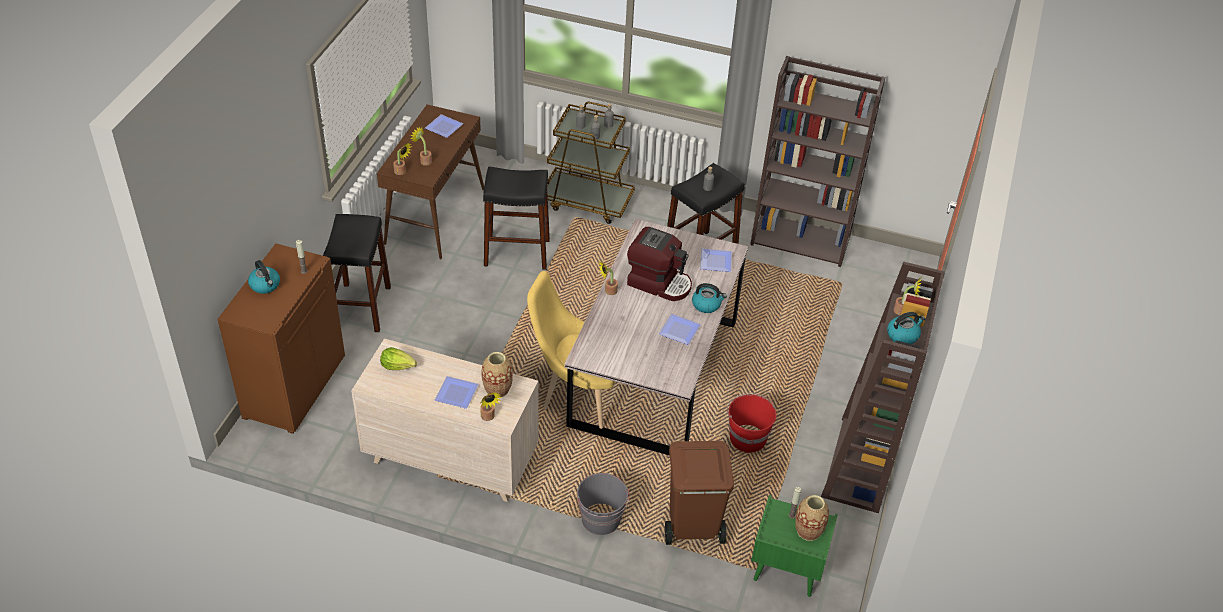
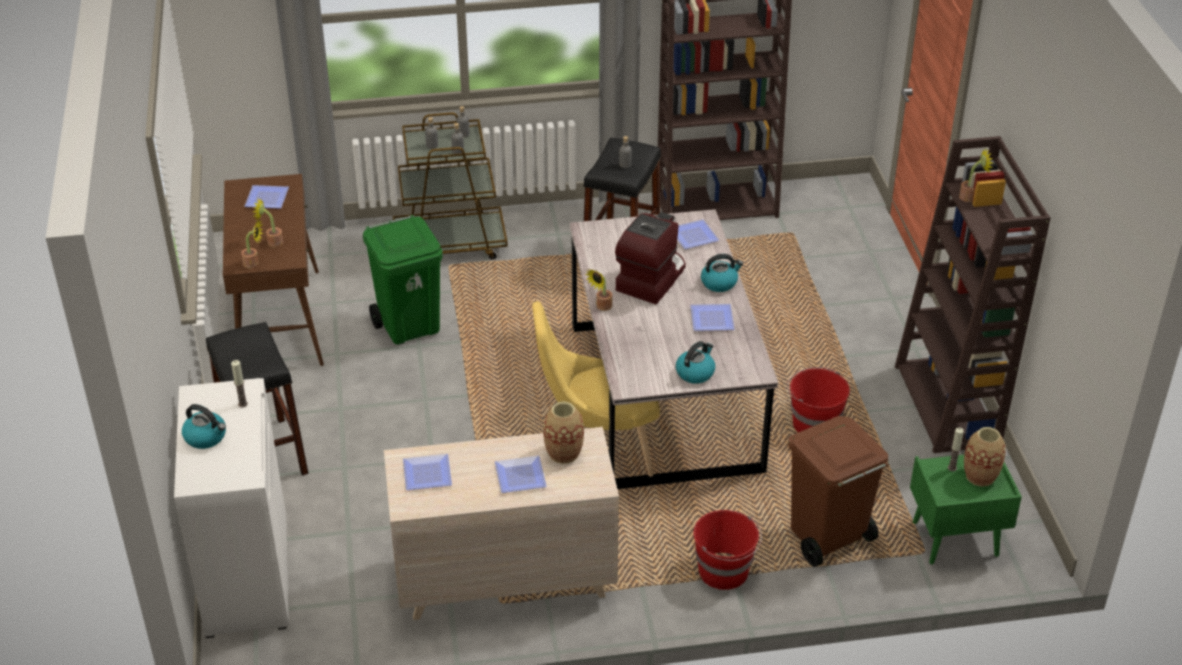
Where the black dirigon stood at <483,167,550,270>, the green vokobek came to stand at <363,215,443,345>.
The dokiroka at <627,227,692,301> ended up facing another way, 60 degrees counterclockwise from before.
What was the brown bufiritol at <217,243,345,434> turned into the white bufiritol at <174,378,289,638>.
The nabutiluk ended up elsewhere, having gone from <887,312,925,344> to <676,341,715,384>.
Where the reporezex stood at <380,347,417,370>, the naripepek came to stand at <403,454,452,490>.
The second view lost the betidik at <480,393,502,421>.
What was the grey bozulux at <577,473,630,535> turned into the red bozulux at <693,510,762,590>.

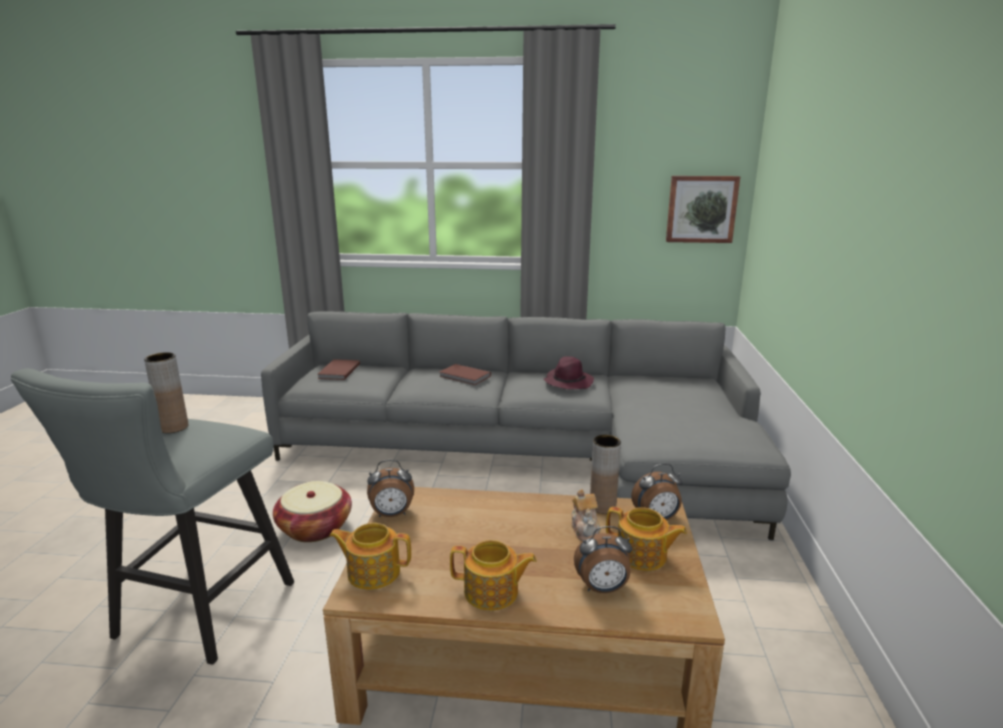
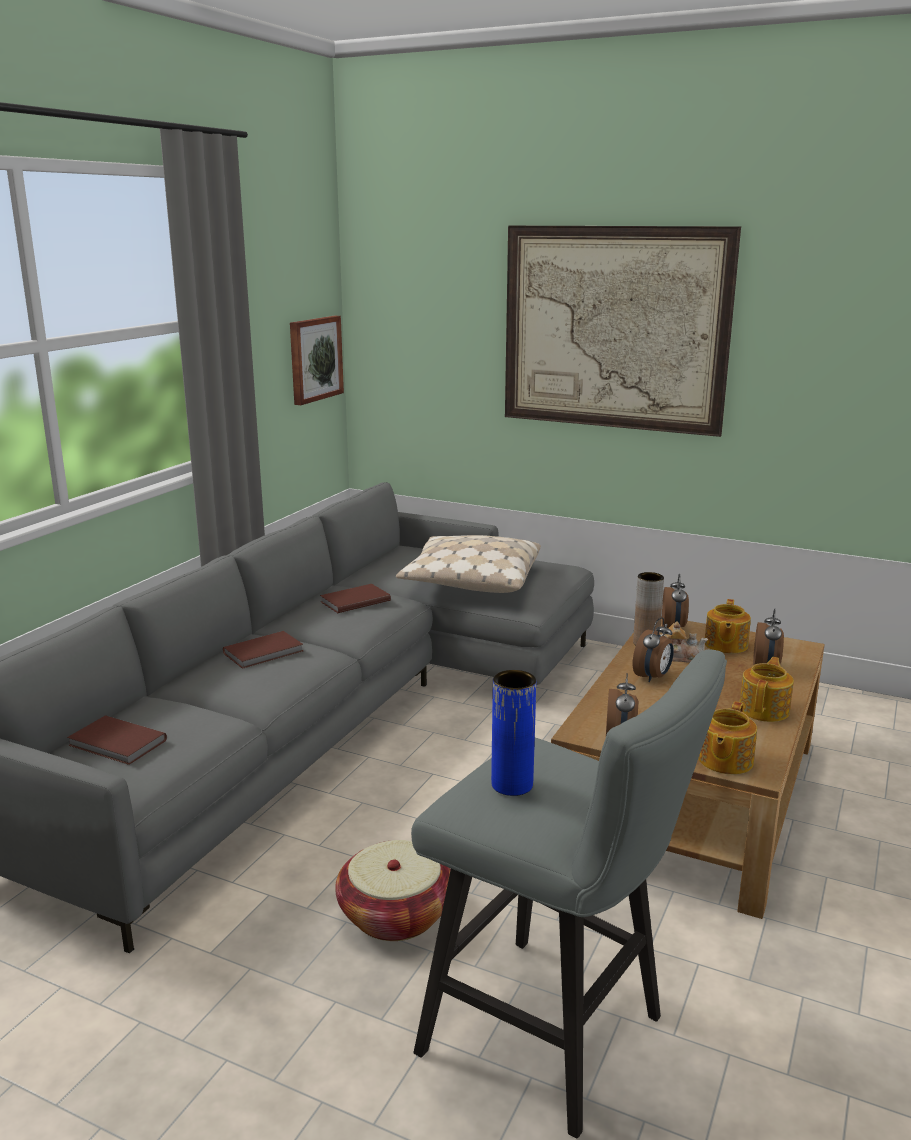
What was the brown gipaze at <144,352,189,433> turned into the blue gipaze at <491,670,536,796>.
Where the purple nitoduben stood at <544,356,594,389>, the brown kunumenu came to stand at <320,584,391,613>.
The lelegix at <606,507,687,571> ended up facing another way, 150 degrees clockwise from before.
The second view gained the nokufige at <505,226,741,437>.
The second view gained the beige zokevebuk at <396,535,541,593>.
The second view gained the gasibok at <633,617,674,682>.

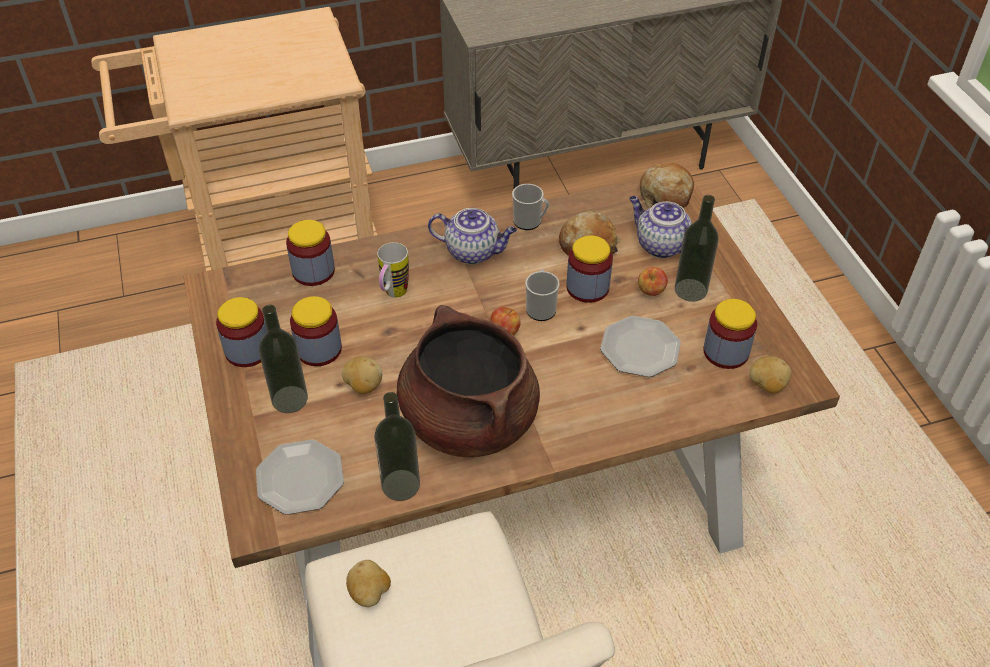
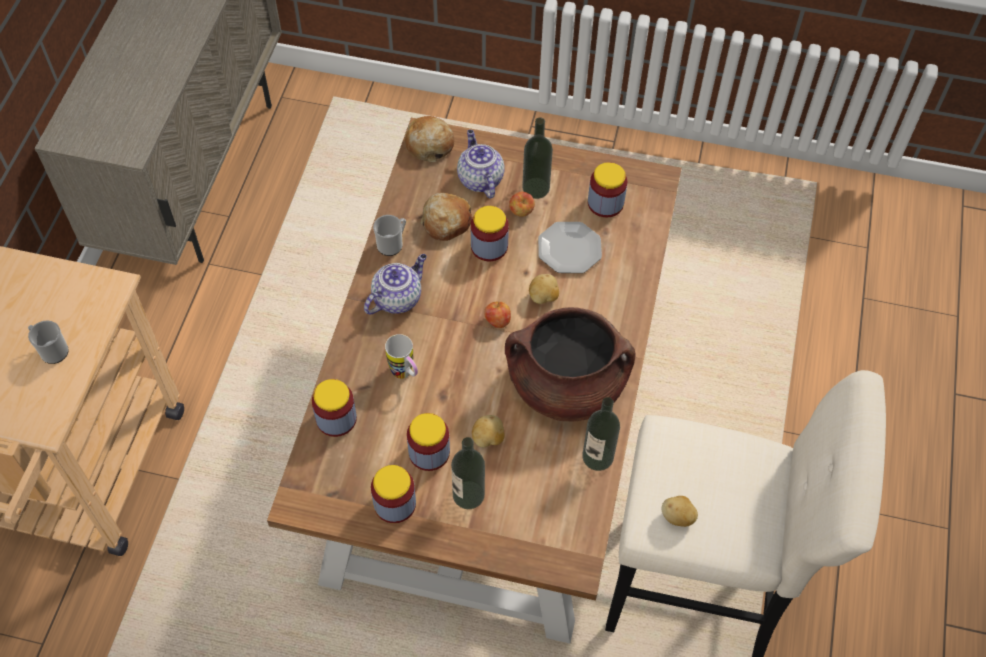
The lelegix at <629,196,692,259> ended up facing another way, 90 degrees clockwise from before.
The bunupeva ended up elsewhere, having gone from <525,269,560,321> to <28,320,69,364>.
The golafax ended up elsewhere, having gone from <750,356,792,393> to <529,274,559,304>.
The second view lost the naripepek at <256,439,344,515>.

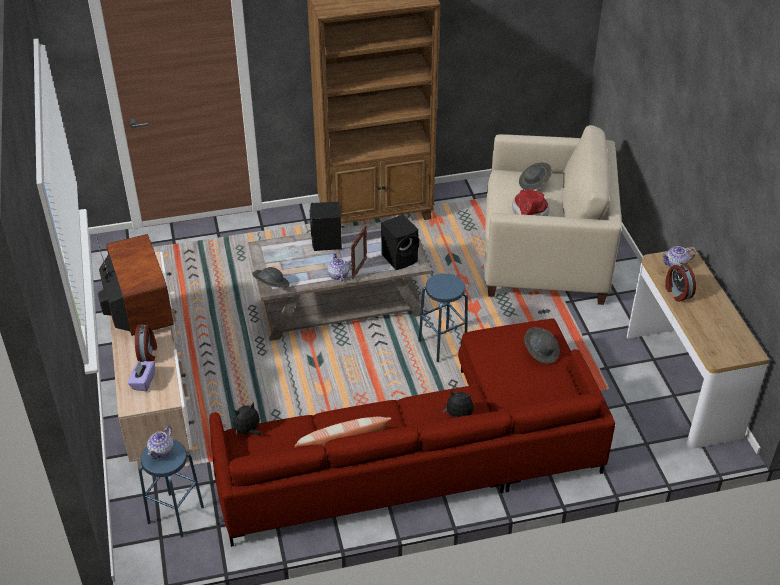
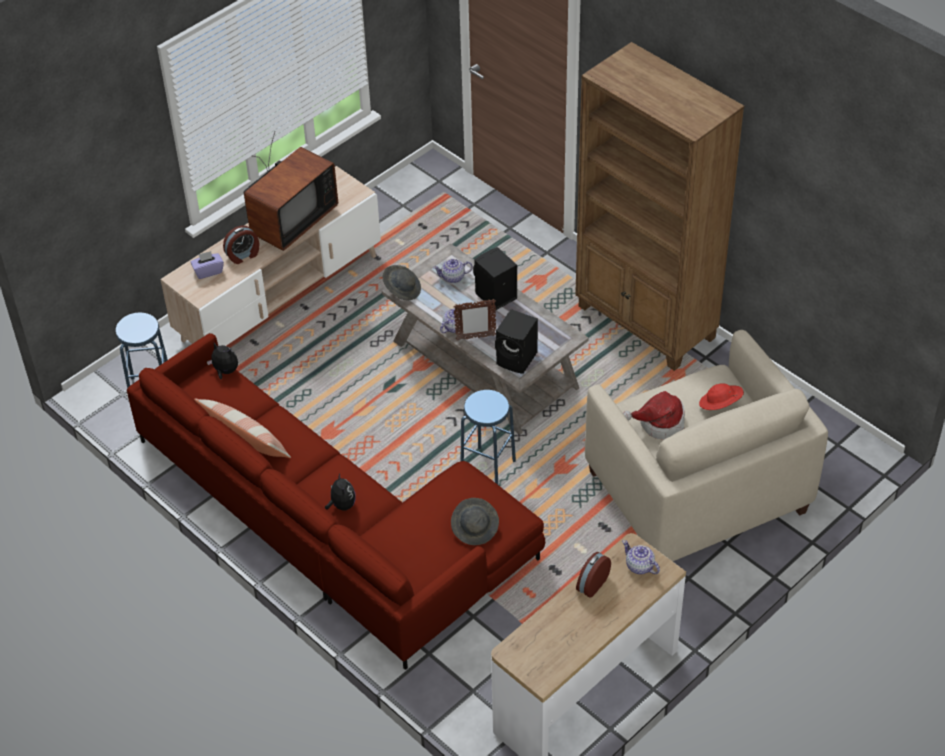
What was the grey nitoduben at <519,163,552,190> turned into the red nitoduben at <699,383,744,410>.
The lelegix ended up elsewhere, having gone from <147,425,174,459> to <433,259,473,283>.

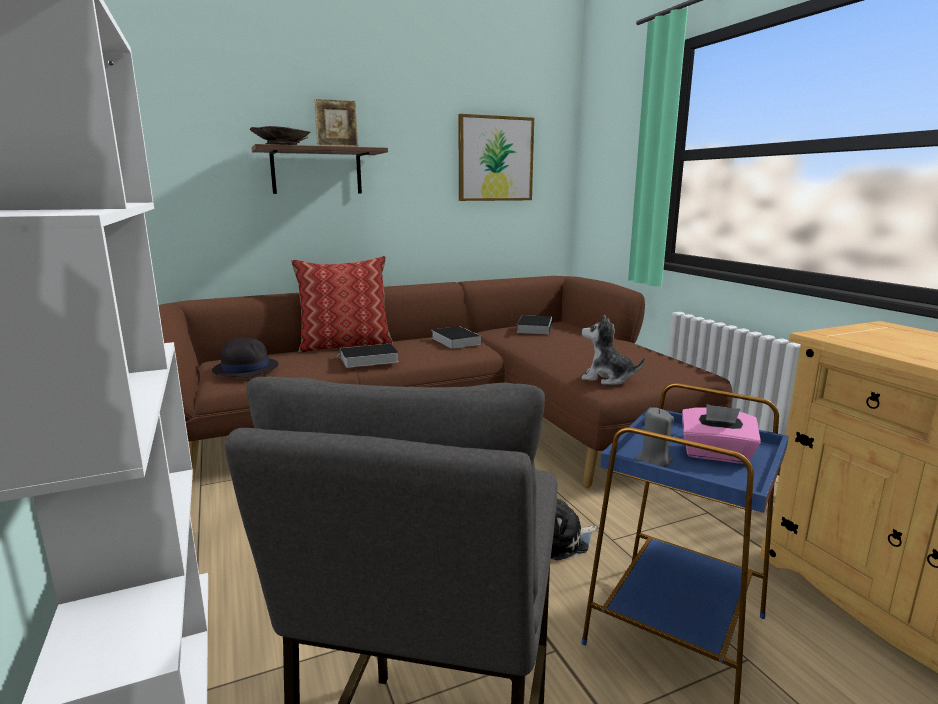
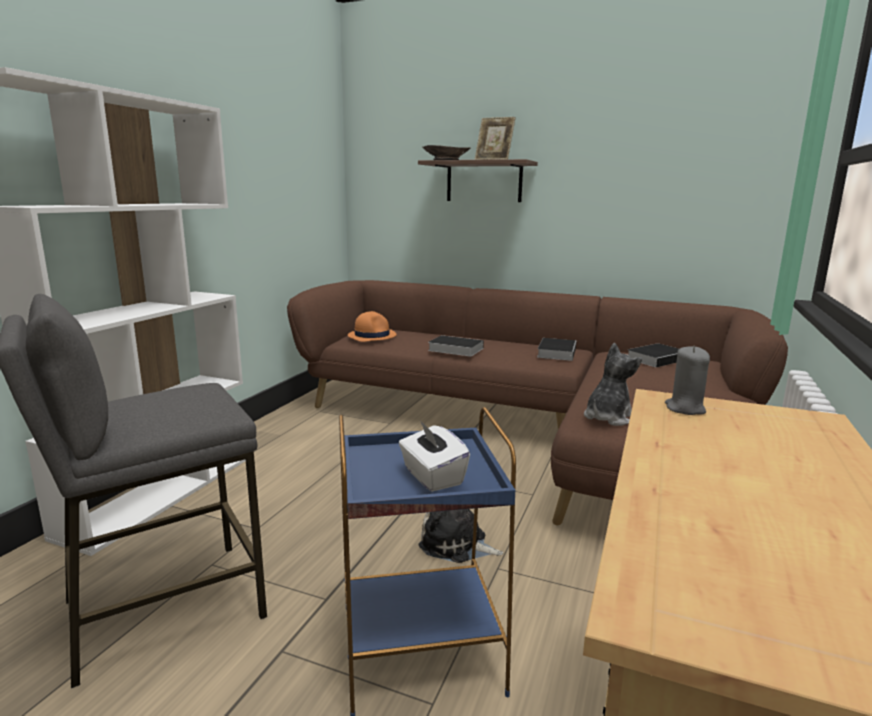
The second view lost the nokufige at <458,114,534,201>.
The second view lost the zokevebuk at <291,256,393,353>.
The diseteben at <581,314,645,385> ended up facing another way, 60 degrees clockwise from before.
What was the black nitoduben at <212,337,279,378> turned into the orange nitoduben at <348,311,397,342>.
What was the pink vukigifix at <682,404,761,464> turned into the white vukigifix at <399,420,470,492>.
The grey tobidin ended up elsewhere, having gone from <635,407,674,467> to <665,346,710,415>.

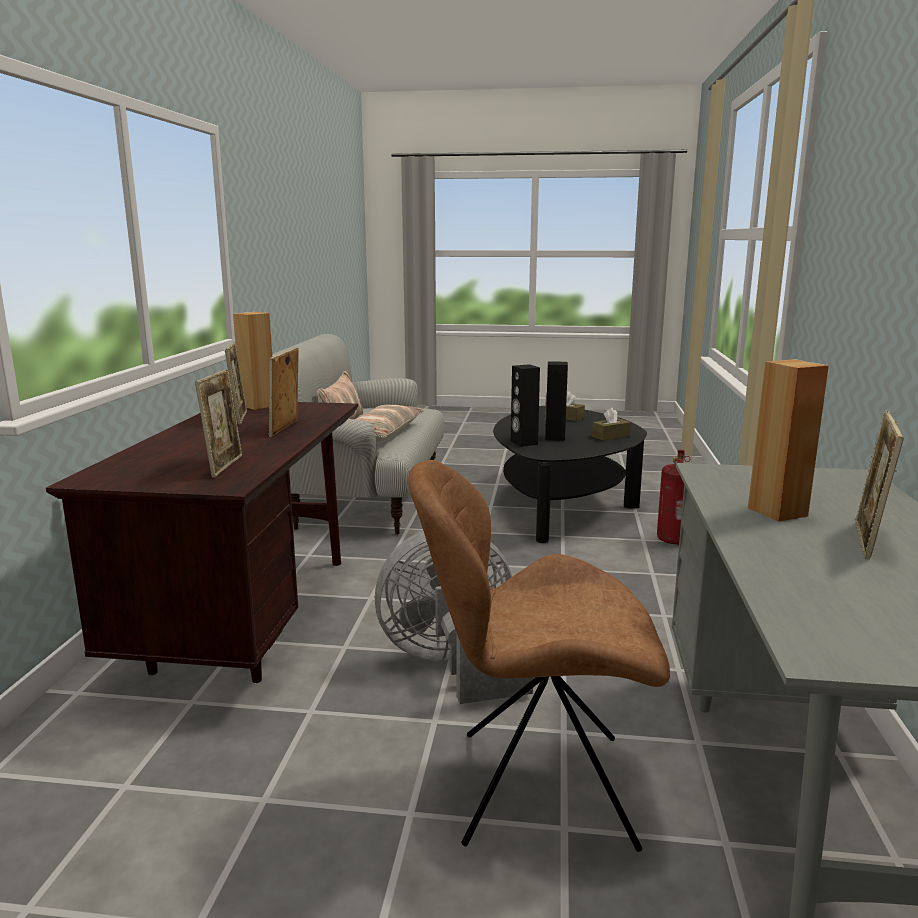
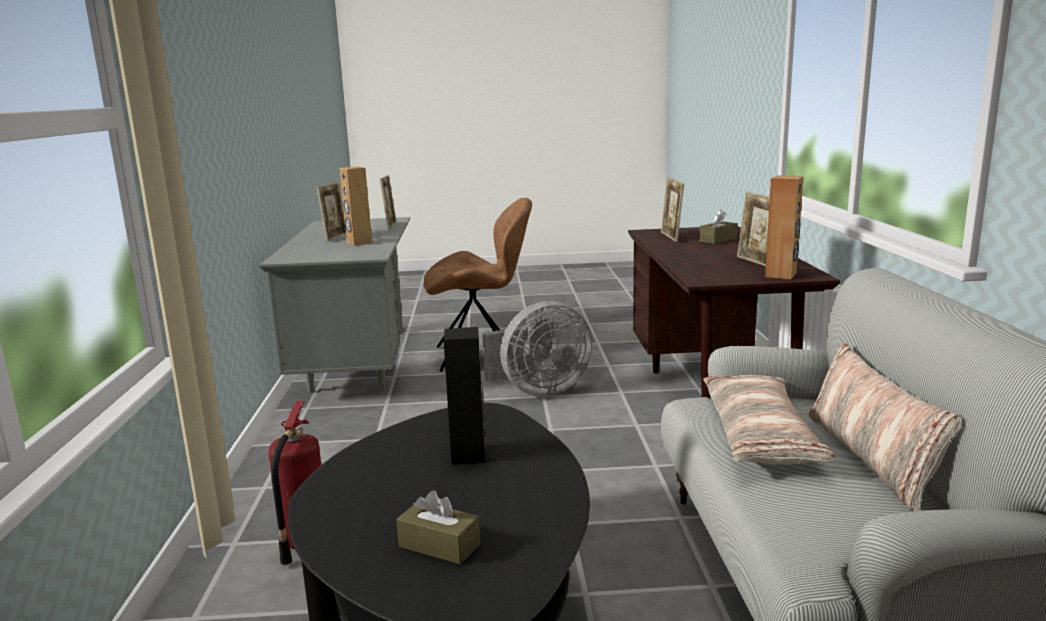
The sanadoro ended up elsewhere, having gone from <269,347,299,437> to <380,175,397,230>.
The second view lost the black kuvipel at <511,364,540,447>.
The brown vukigifix ended up elsewhere, having gone from <592,408,631,441> to <699,209,737,244>.

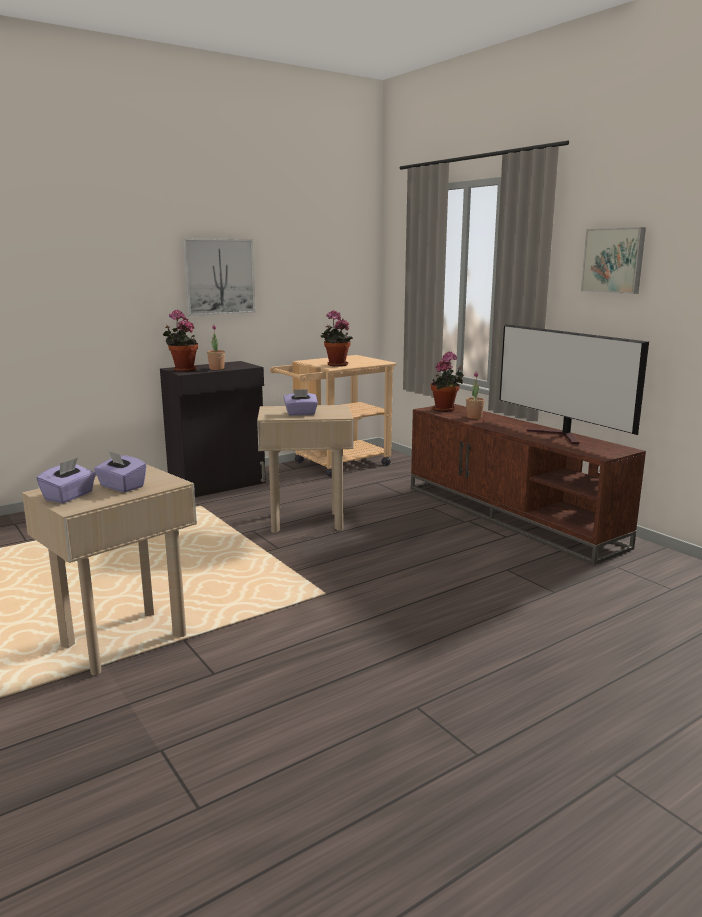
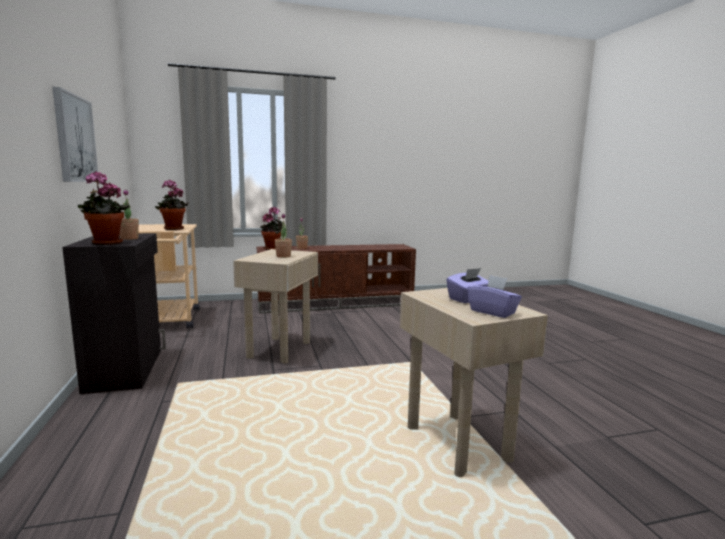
The second view lost the nokufige at <581,227,646,294>.
The second view lost the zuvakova at <500,324,649,444>.
Where the purple vukigifix stood at <283,389,318,416>, the betidik came to stand at <275,213,292,258>.

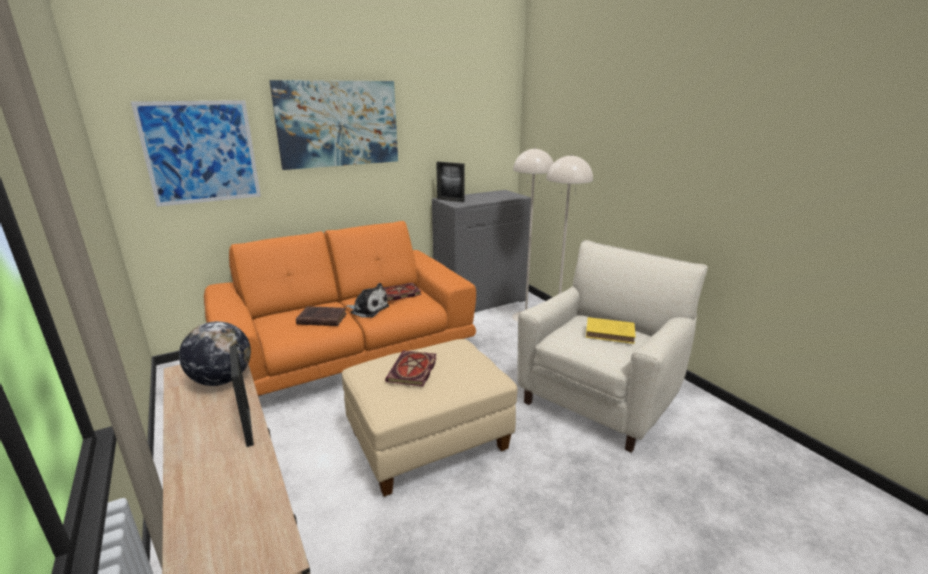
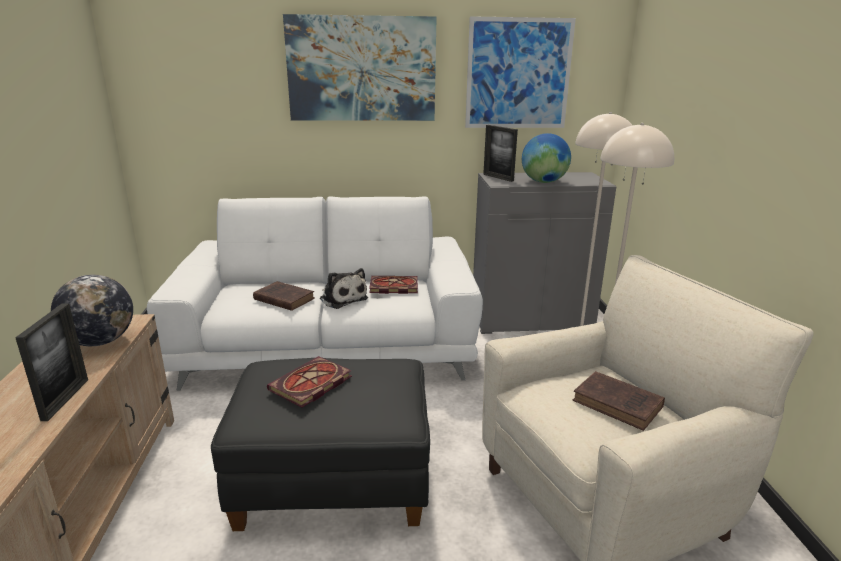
The nokufige ended up elsewhere, having gone from <131,100,261,207> to <465,16,576,128>.
What was the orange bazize at <204,221,476,396> turned into the white bazize at <147,197,483,391>.
What was the yellow kunumenu at <586,317,636,344> turned into the brown kunumenu at <573,371,665,431>.
What was the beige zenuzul at <342,339,518,497> turned into the black zenuzul at <211,358,430,531>.
The second view gained the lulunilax at <522,133,571,183>.

